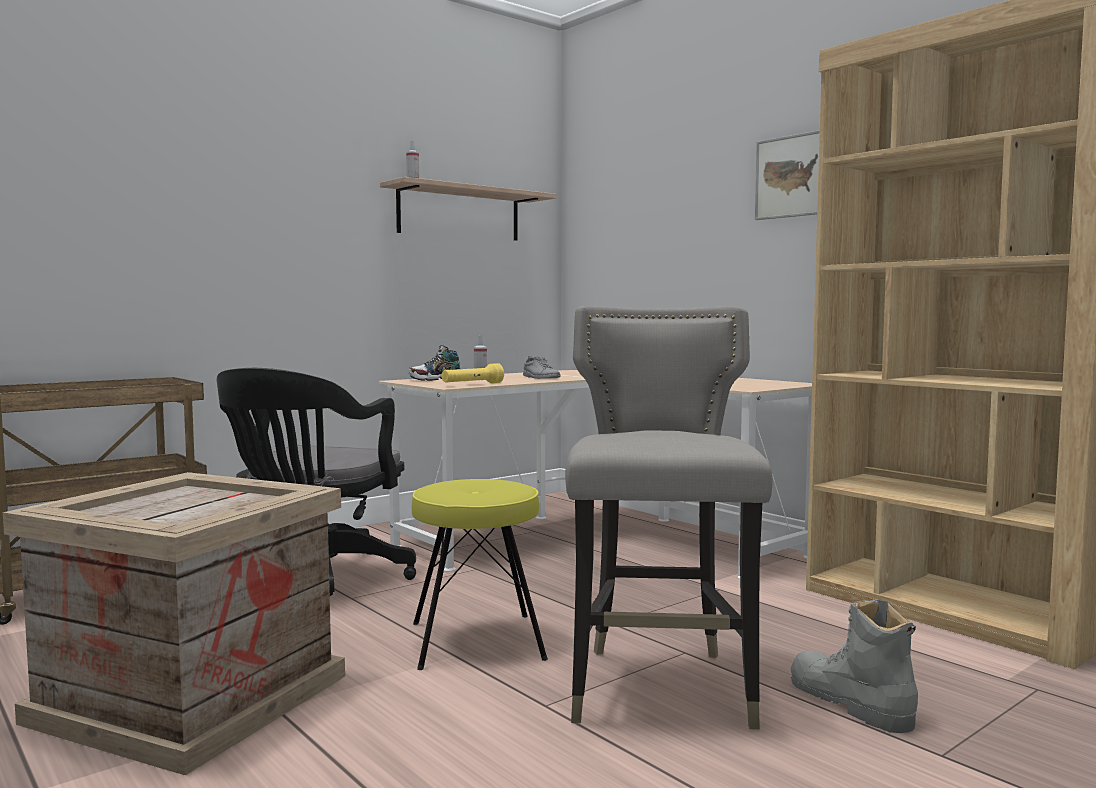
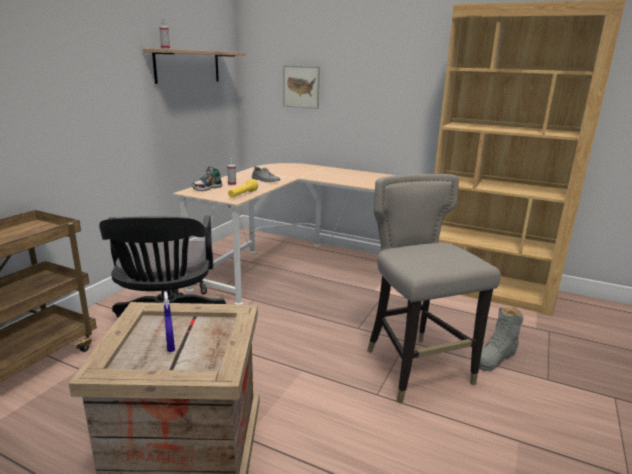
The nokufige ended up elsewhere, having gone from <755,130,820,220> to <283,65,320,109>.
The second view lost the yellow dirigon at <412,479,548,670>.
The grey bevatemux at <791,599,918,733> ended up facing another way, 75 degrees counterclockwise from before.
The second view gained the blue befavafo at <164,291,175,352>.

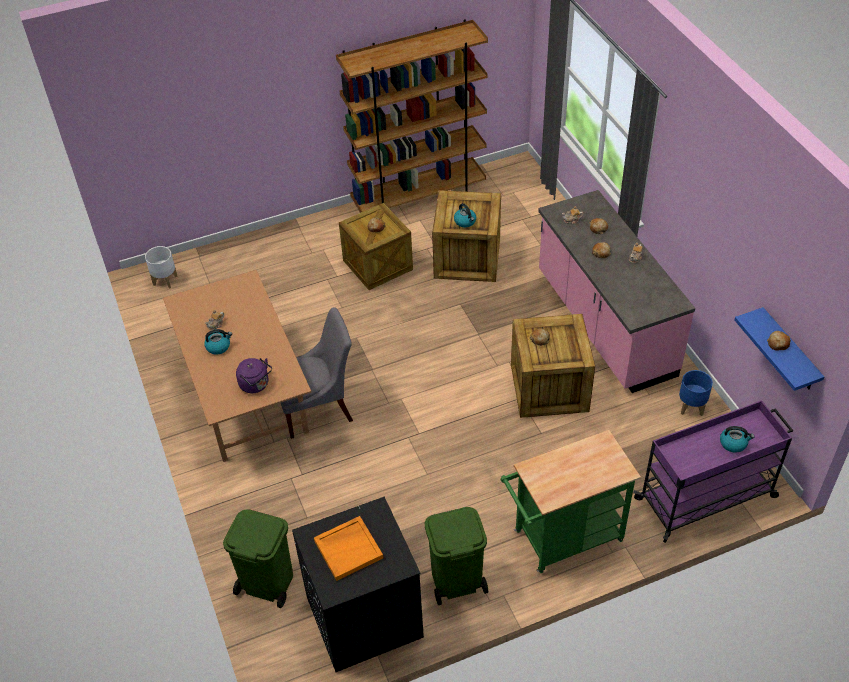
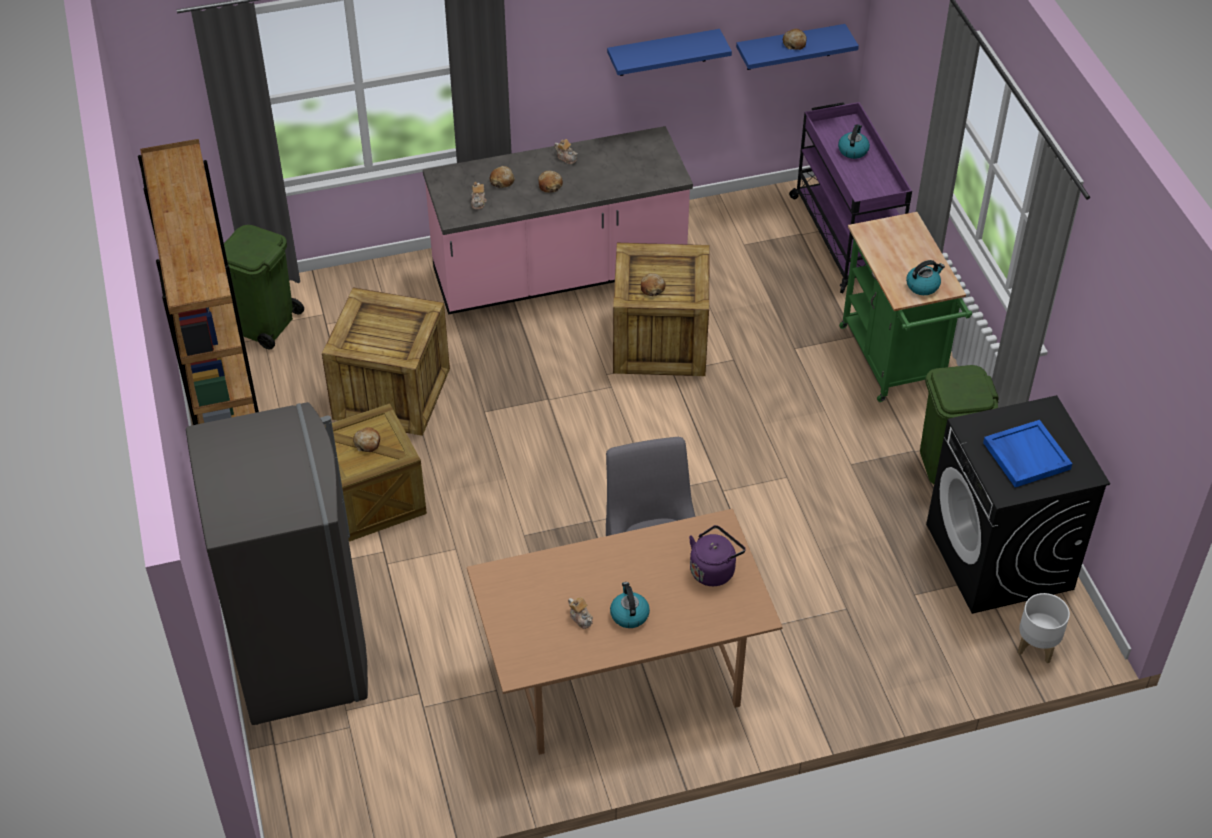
The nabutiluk ended up elsewhere, having gone from <454,203,476,227> to <906,260,945,295>.
The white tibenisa ended up elsewhere, having gone from <145,246,178,289> to <1017,593,1070,663>.
The second view lost the blue tibenisa at <679,370,713,416>.
The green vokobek ended up elsewhere, having gone from <223,509,293,608> to <224,225,304,350>.
What was the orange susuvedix at <314,516,383,581> turned into the blue susuvedix at <983,420,1072,487>.
The second view gained the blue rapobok at <607,29,732,76>.
The second view gained the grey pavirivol at <186,402,368,725>.

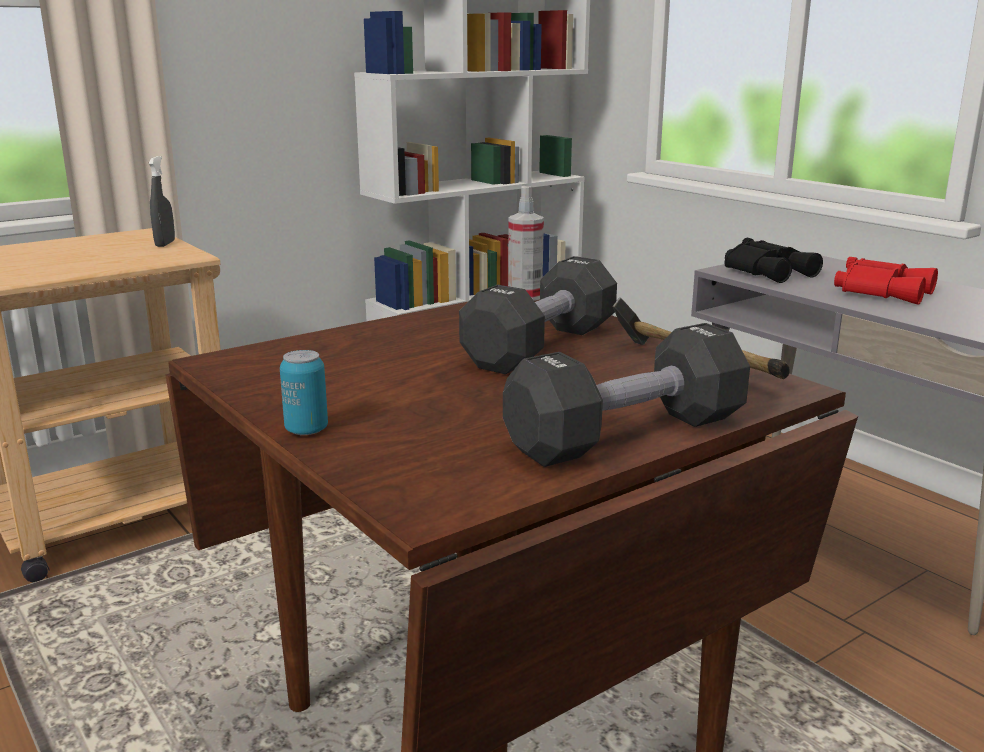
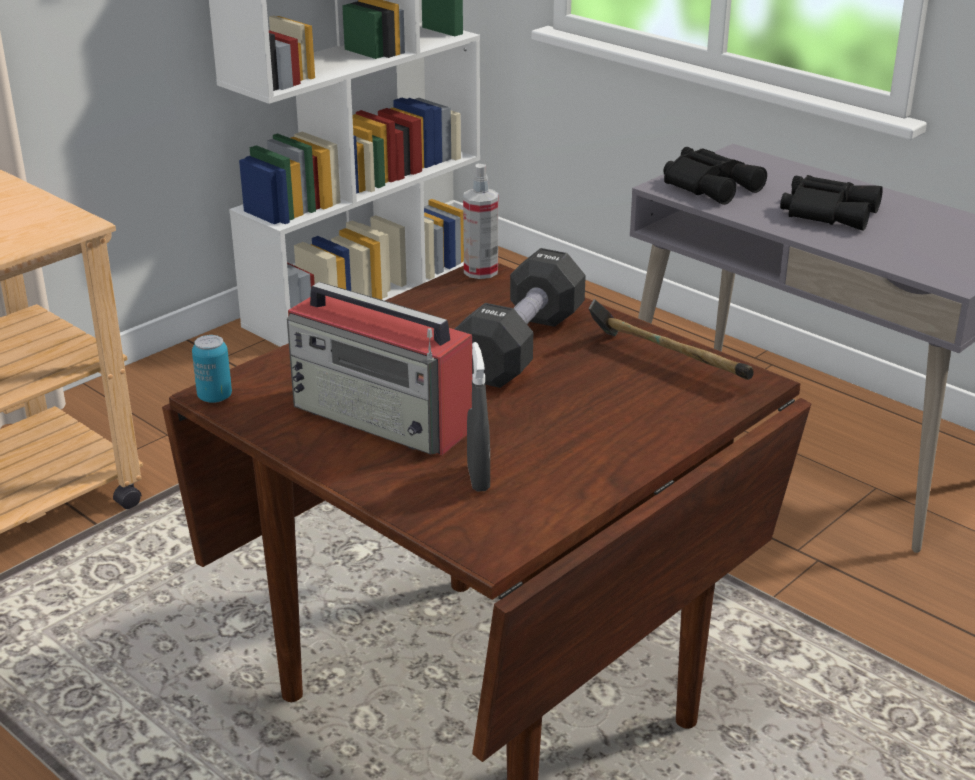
The grey befavafo ended up elsewhere, having gone from <148,156,175,247> to <467,342,490,492>.
What was the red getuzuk at <834,257,938,305> turned into the black getuzuk at <780,175,883,231>.
The second view lost the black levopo at <503,323,750,467>.
The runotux ended up elsewhere, having gone from <280,350,328,435> to <192,335,232,403>.
The second view gained the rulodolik at <287,282,472,455>.

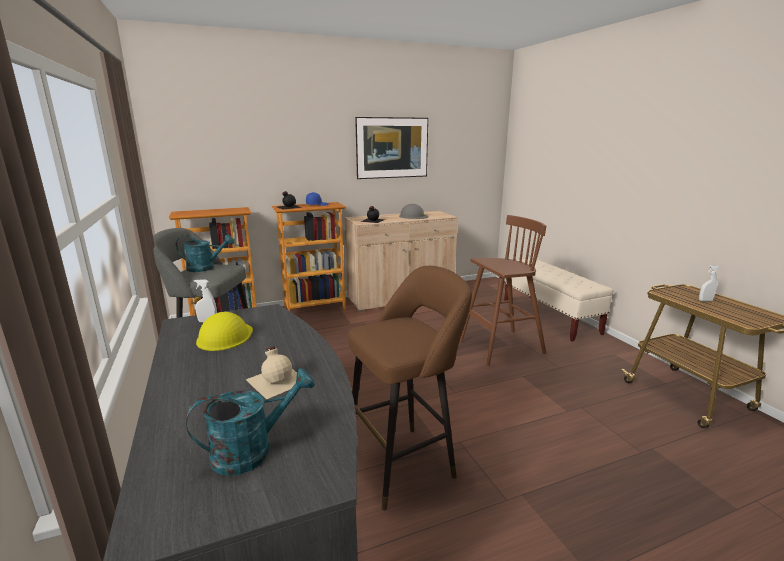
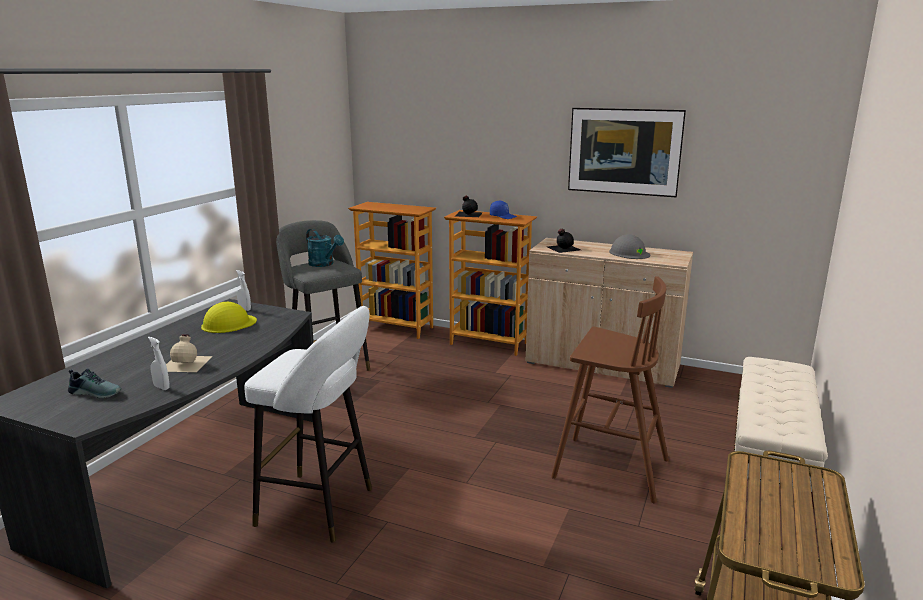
The white befavafo ended up elsewhere, having gone from <699,265,719,301> to <148,337,170,390>.
What was the brown dirigon at <348,266,472,511> turned into the white dirigon at <244,306,372,542>.
Where the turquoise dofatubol stood at <185,368,315,476>, the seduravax came to stand at <68,368,122,398>.

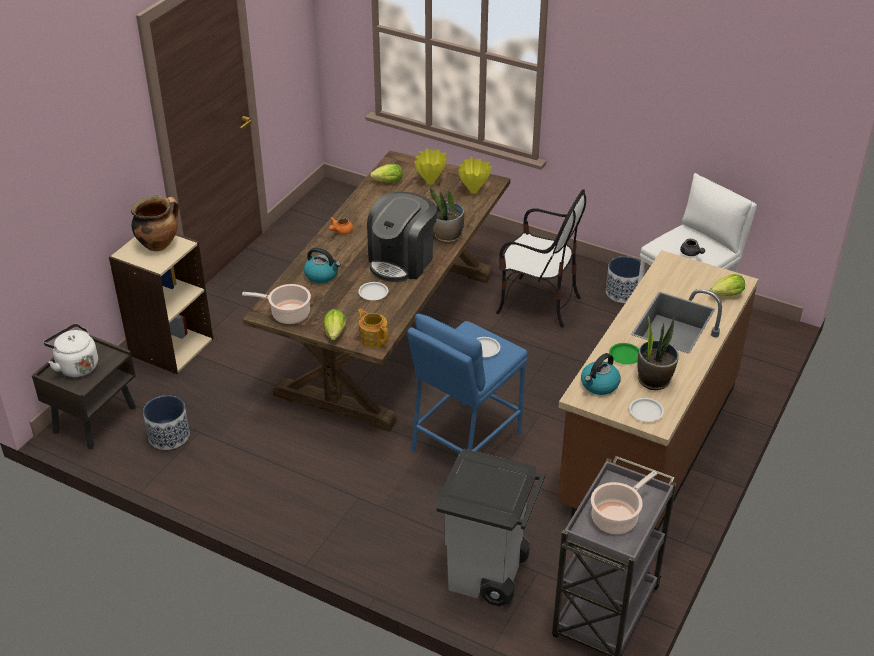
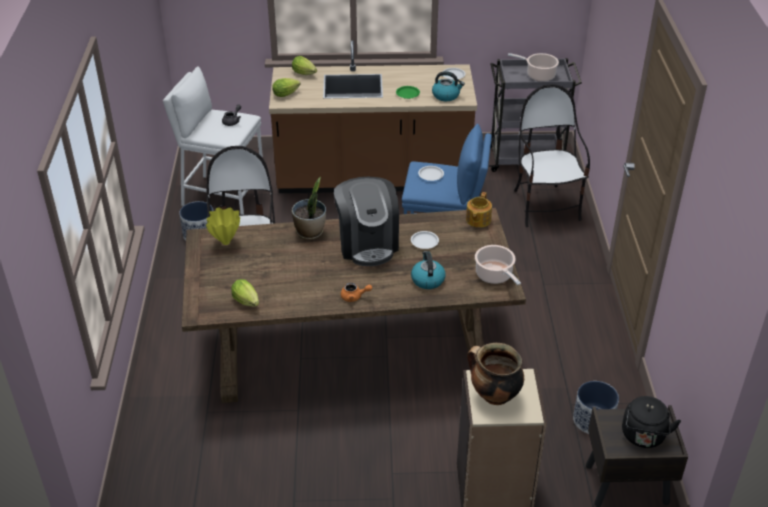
The second view lost the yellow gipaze at <415,149,447,185>.
The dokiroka at <367,192,437,282> ended up facing another way, 75 degrees clockwise from before.
The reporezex ended up elsewhere, having gone from <324,309,346,340> to <272,78,301,97>.
The second view lost the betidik at <637,315,679,390>.
What was the white nabutiluk at <43,324,98,377> turned into the black nabutiluk at <622,396,681,448>.
Where the grey vokobek stood at <436,449,546,607>, the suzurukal came to stand at <514,84,590,227>.

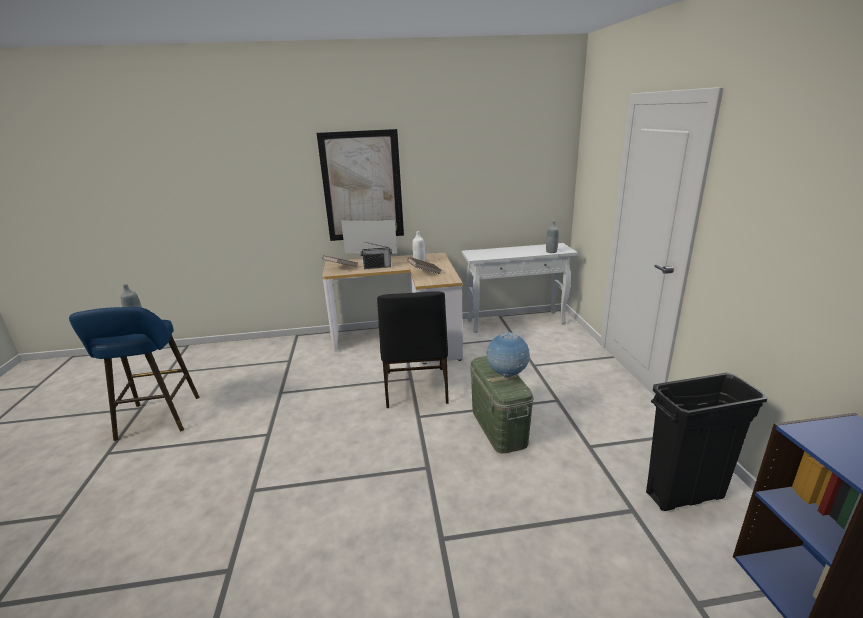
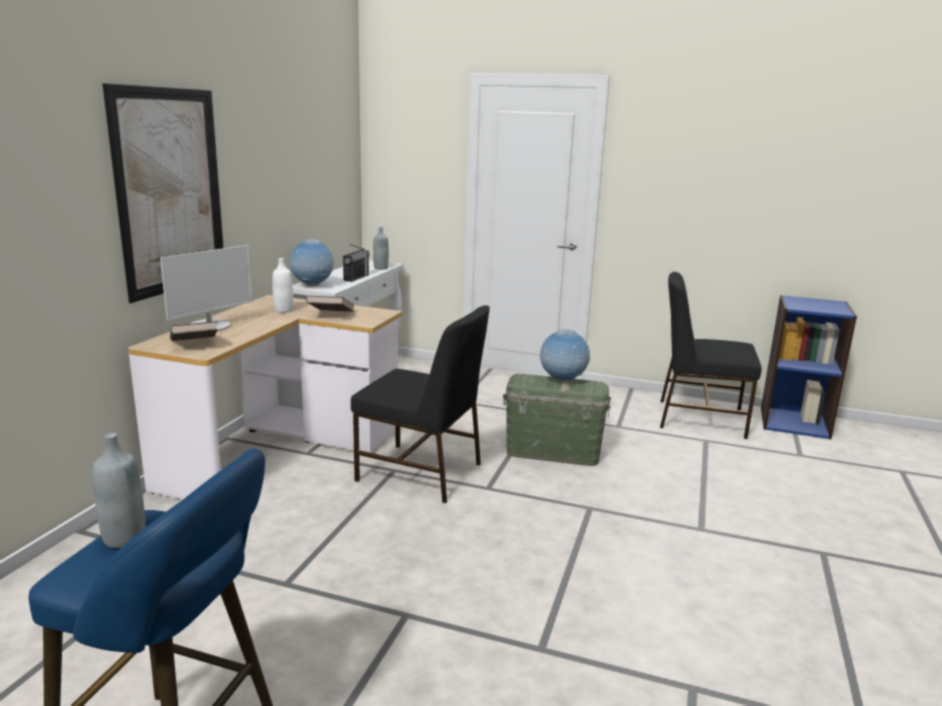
The rulodolik ended up elsewhere, having gone from <360,242,392,269> to <343,244,370,282>.
Where the black vokobek stood at <646,373,767,511>, the black suzurukal came to stand at <660,272,762,439>.
The second view gained the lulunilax at <289,239,334,287>.

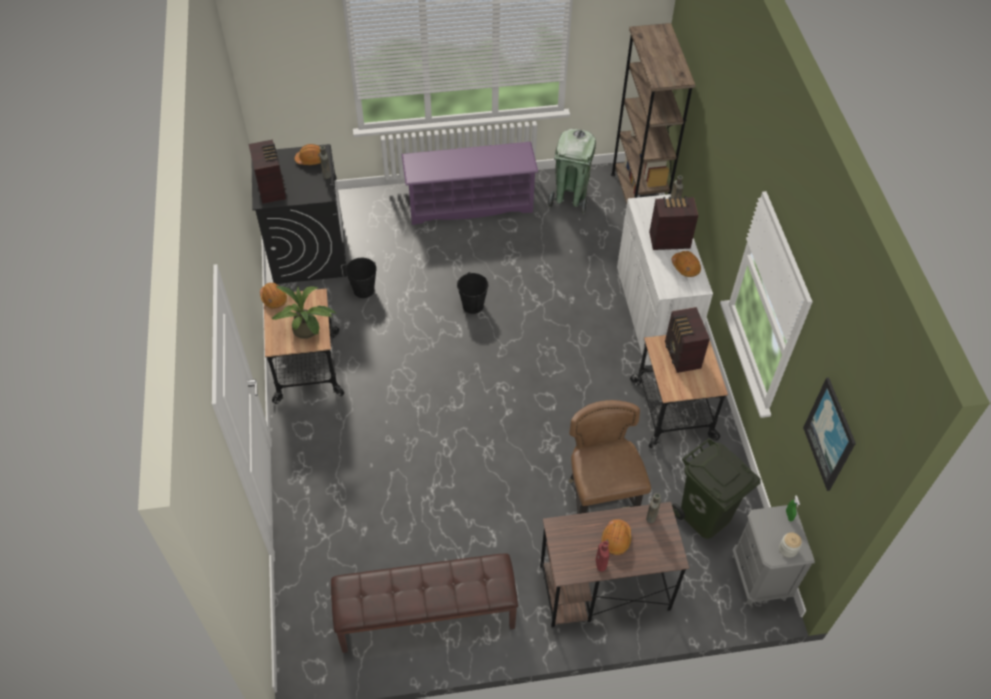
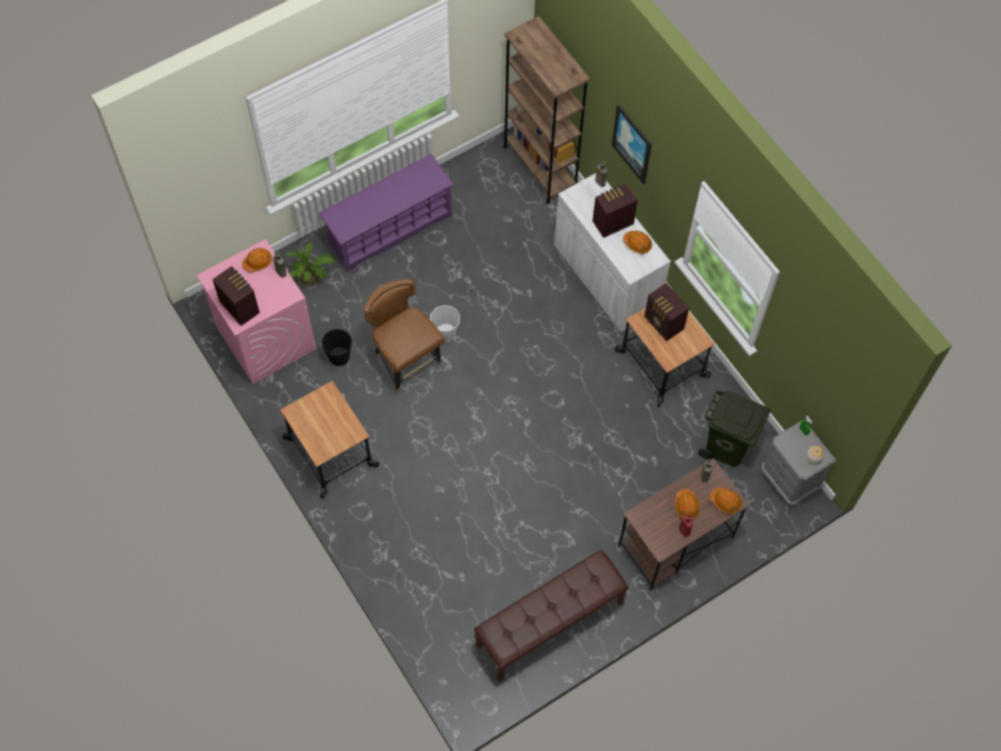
The second view lost the green vokobek at <548,129,596,214>.
What was the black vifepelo at <251,144,347,284> turned into the pink vifepelo at <196,239,316,384>.
What was the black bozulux at <457,272,488,314> turned into the white bozulux at <430,305,460,342>.
The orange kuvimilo ended up elsewhere, having gone from <260,283,287,309> to <710,487,742,514>.
The betidik ended up elsewhere, having gone from <272,286,336,339> to <283,242,336,287>.
The nokufige ended up elsewhere, having gone from <803,378,856,491> to <612,104,652,184>.
The brown suzurukal ended up elsewhere, having gone from <569,400,651,514> to <364,279,445,393>.

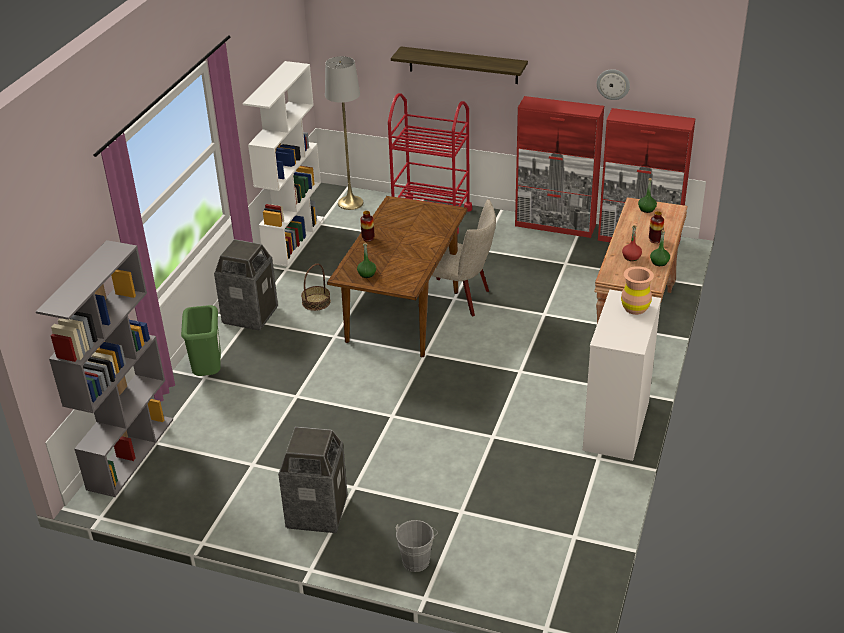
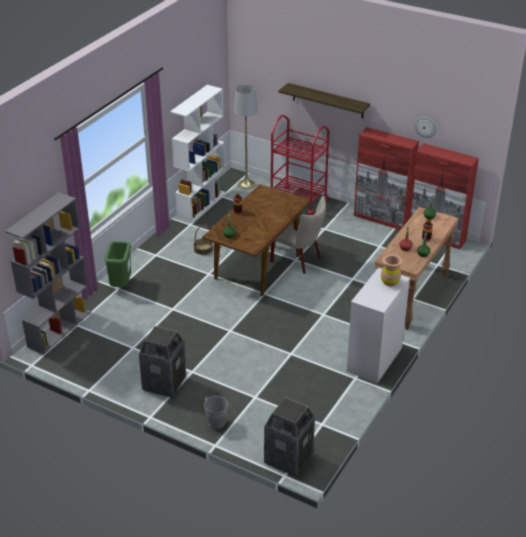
The vokobek ended up elsewhere, having gone from <214,239,278,331> to <264,397,315,477>.

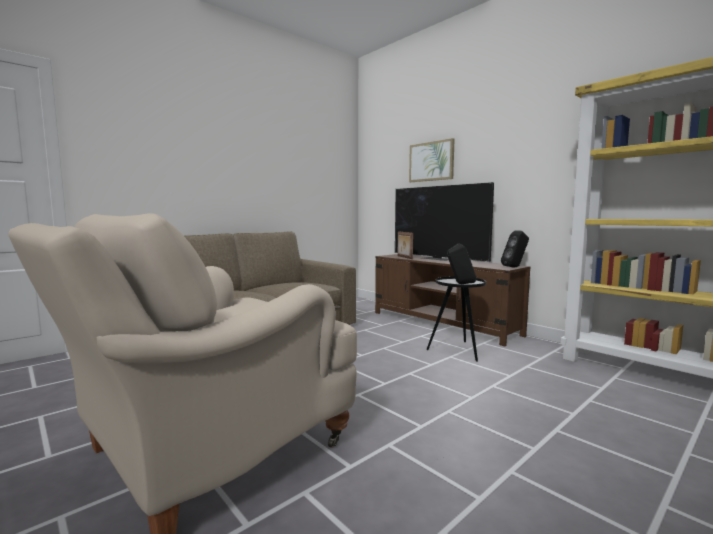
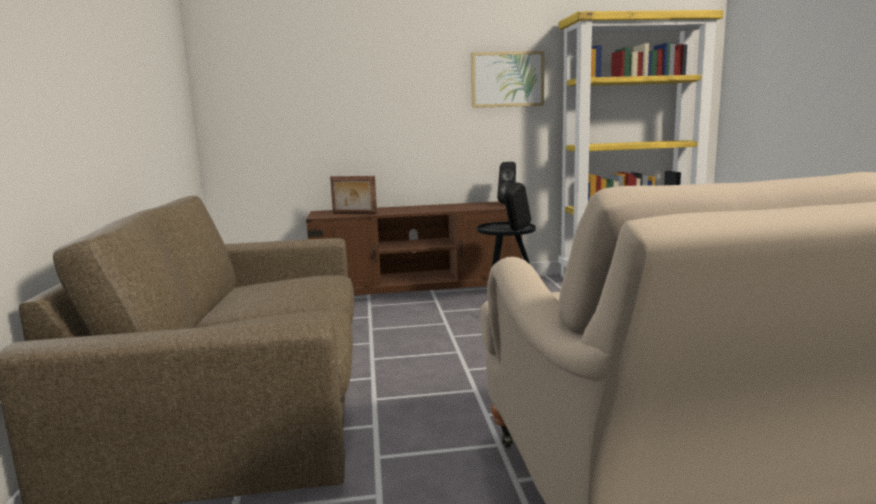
The nokufige ended up elsewhere, having gone from <409,138,455,182> to <471,51,544,108>.
The second view lost the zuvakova at <395,182,494,262>.

